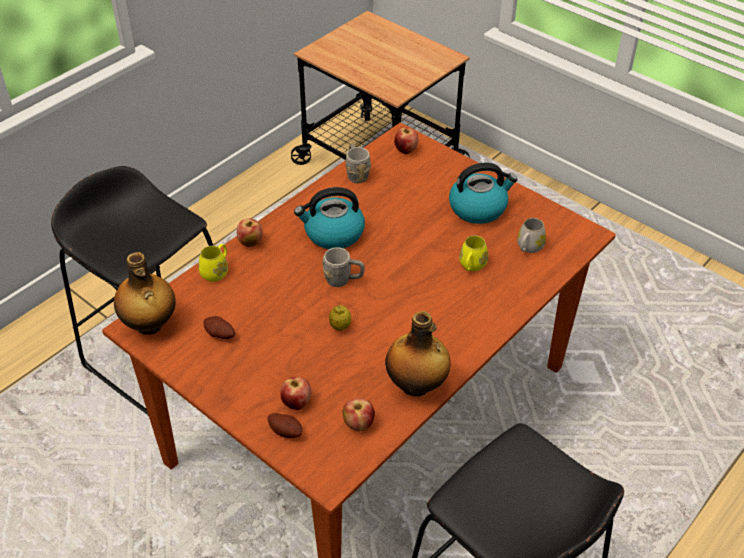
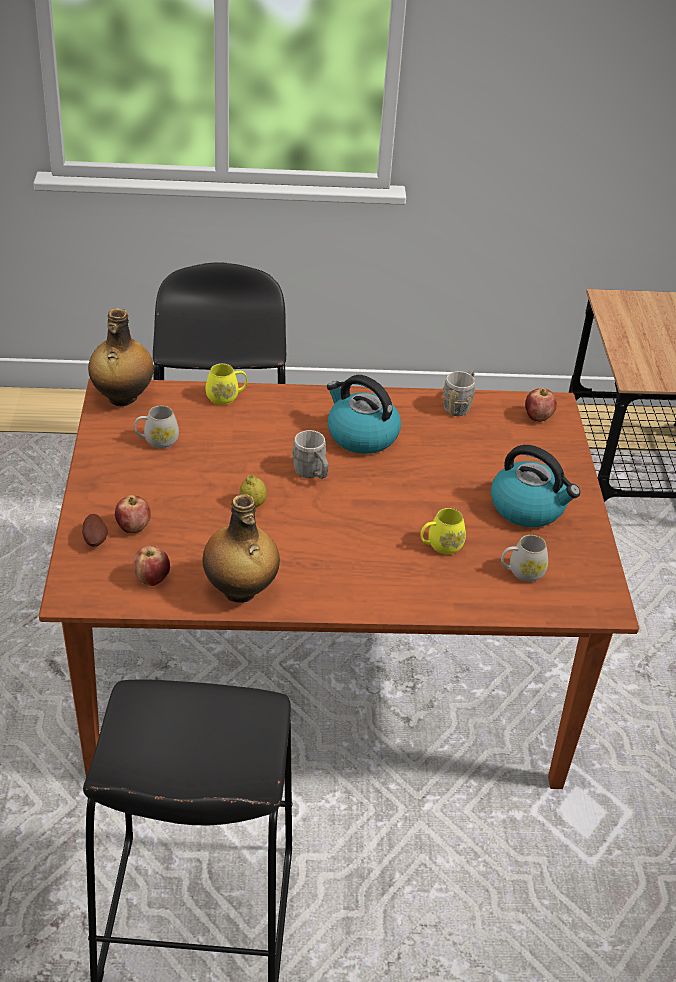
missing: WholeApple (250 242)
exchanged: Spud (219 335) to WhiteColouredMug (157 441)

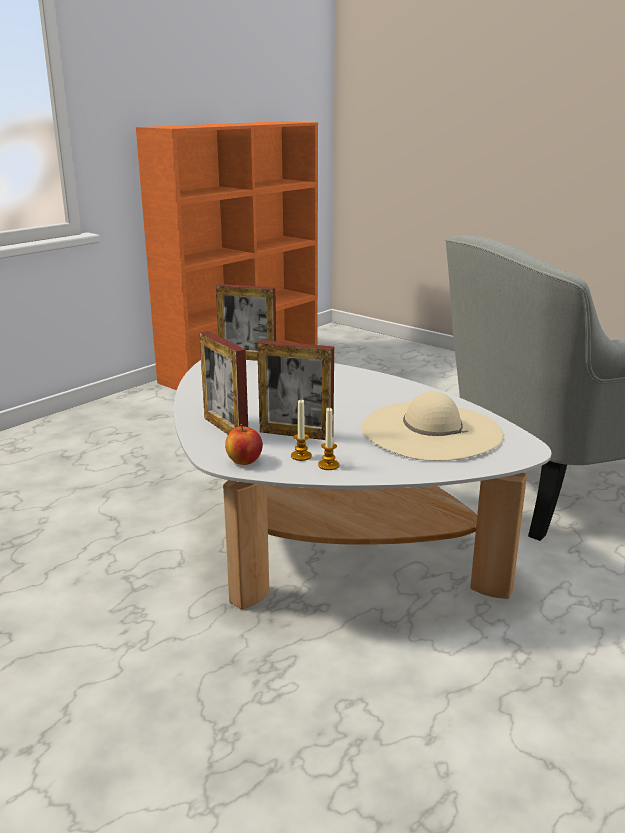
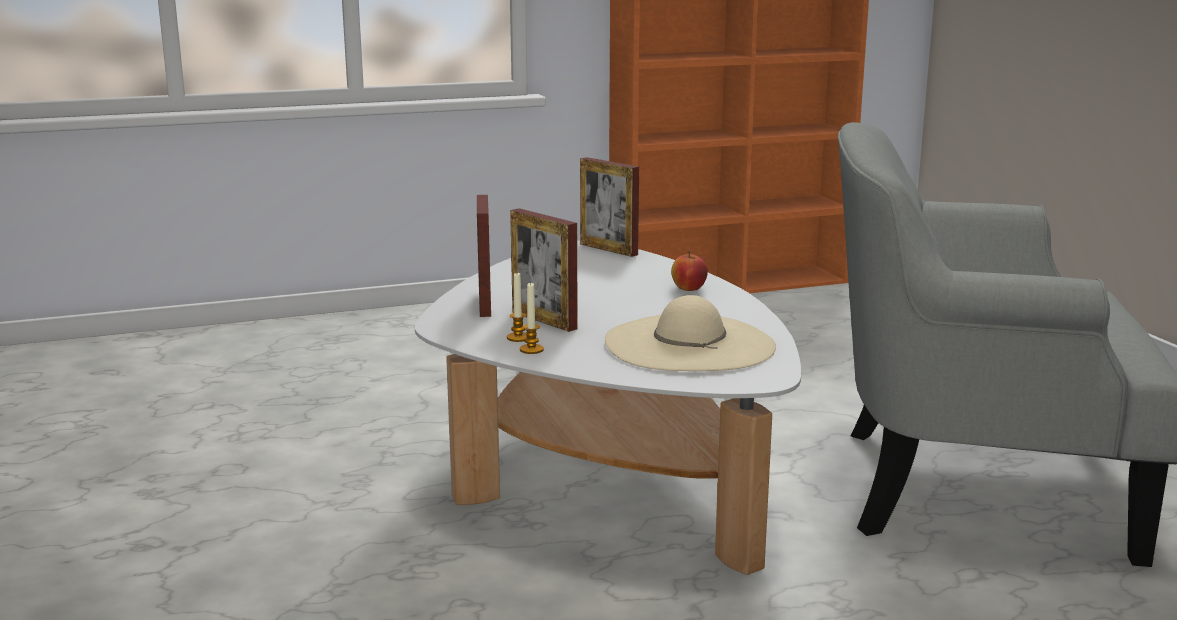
relocated: WholeApple (244 461) to (688 289)

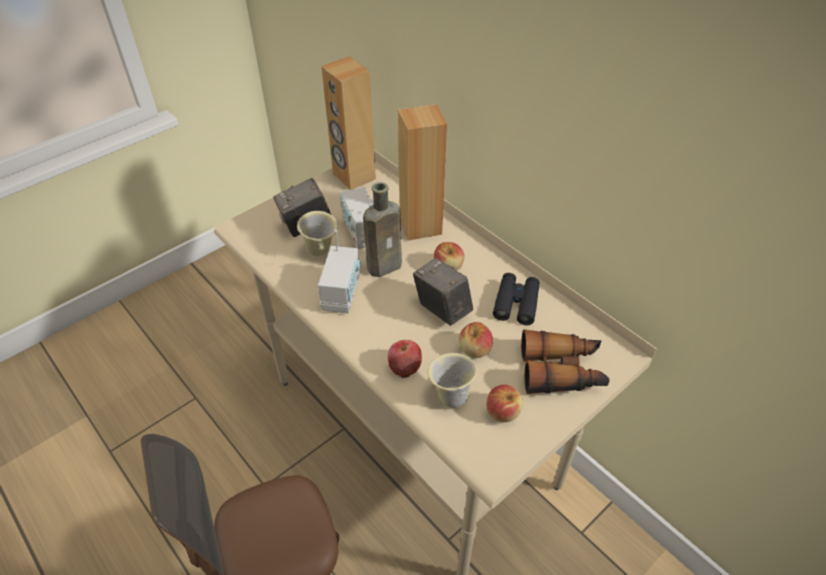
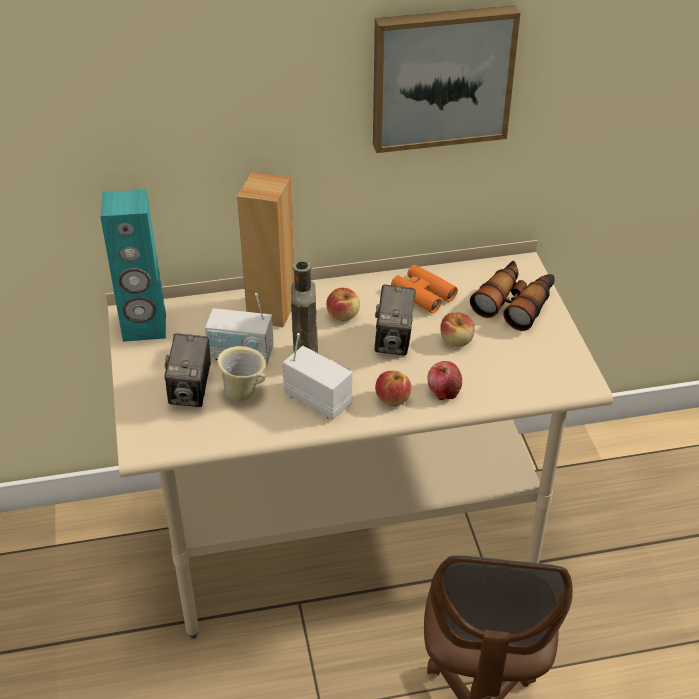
missing: BeigeMug (450 396)
appeared: WallPicture (441 76)
relocated: WholeApple (503 412) to (392 399)
colour: BrownColouredLoudspeaker (353 176) to TurquoiseColouredLoudspeaker (144 327); BlackishPairOfBinoculars (516 303) to OrangeyPairOfBinoculars (423 294)
spun: StillCamera (442 309) = (394 341) 75 degrees counterclockwise

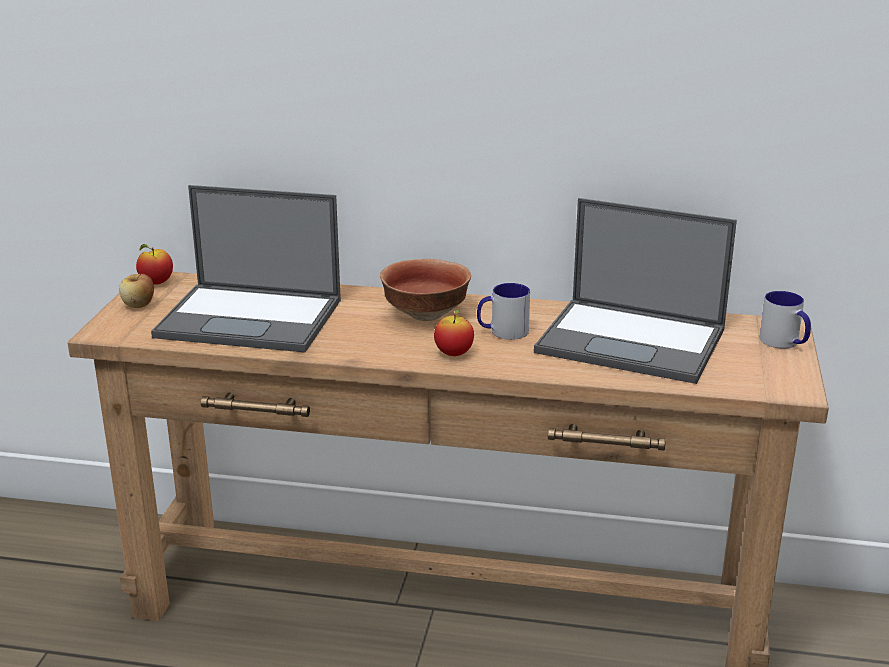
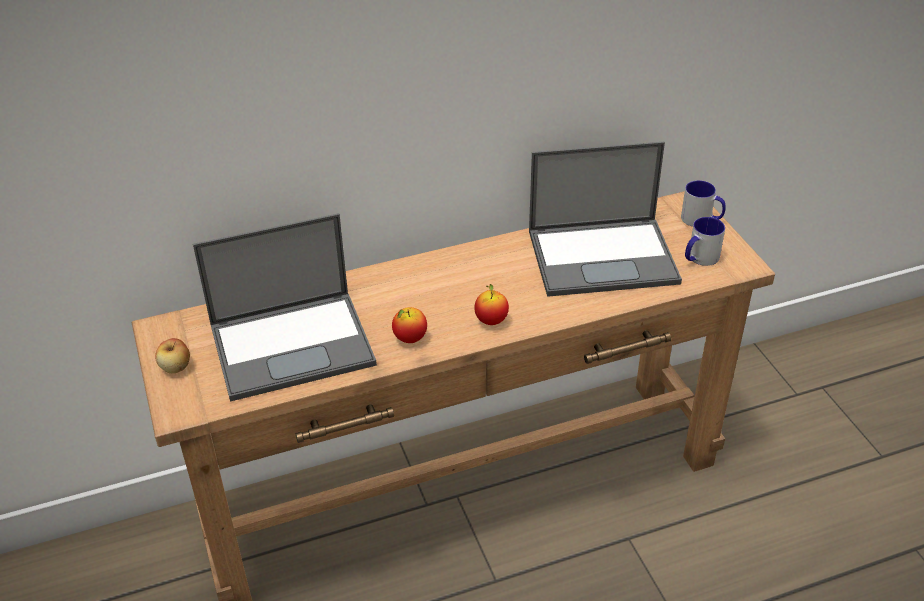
missing: DeepDish (424 314)
relocated: WholeApple (156 283) to (410 338); Mug (502 332) to (699 258)

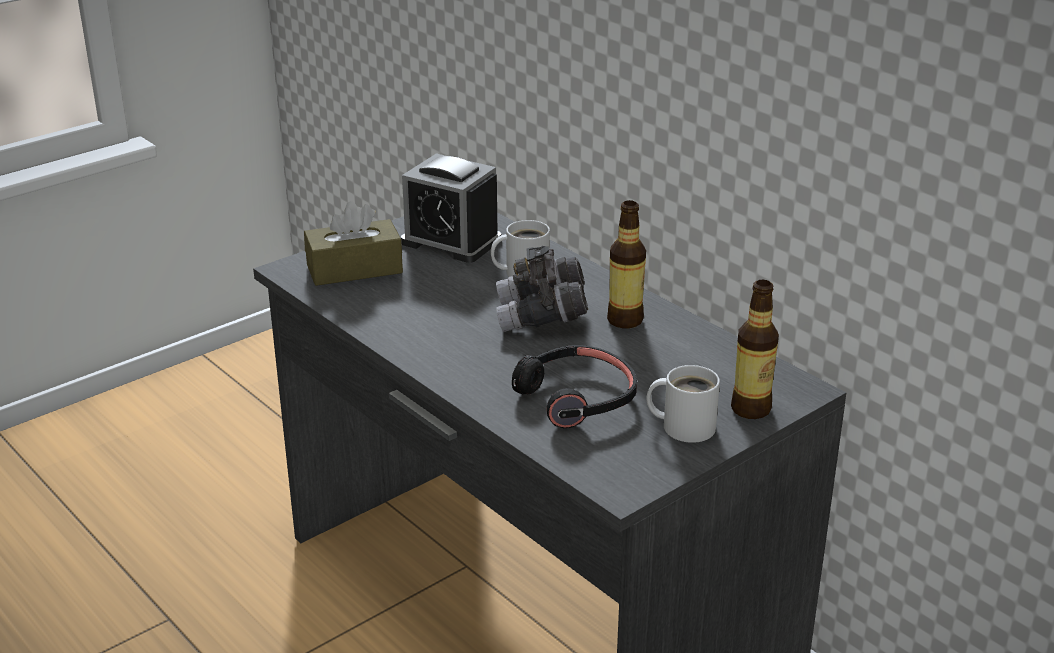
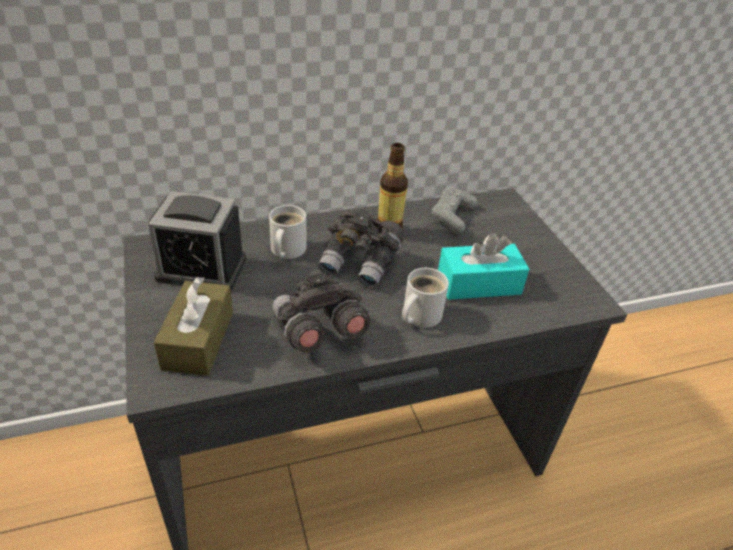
missing: BeverageBottle (751 409)
appeared: GreyPairOfBinoculars (318 332); GreyJoypad (452 216)
relocated: WhiteColouredMug (684 426) to (418 315)
exchanged: BlackishPairOfHeadphones (577 397) to TurquoiseColouredTissueHolder (478 284)
spun: BedsideClock (451 241) = (201 268) 45 degrees clockwise

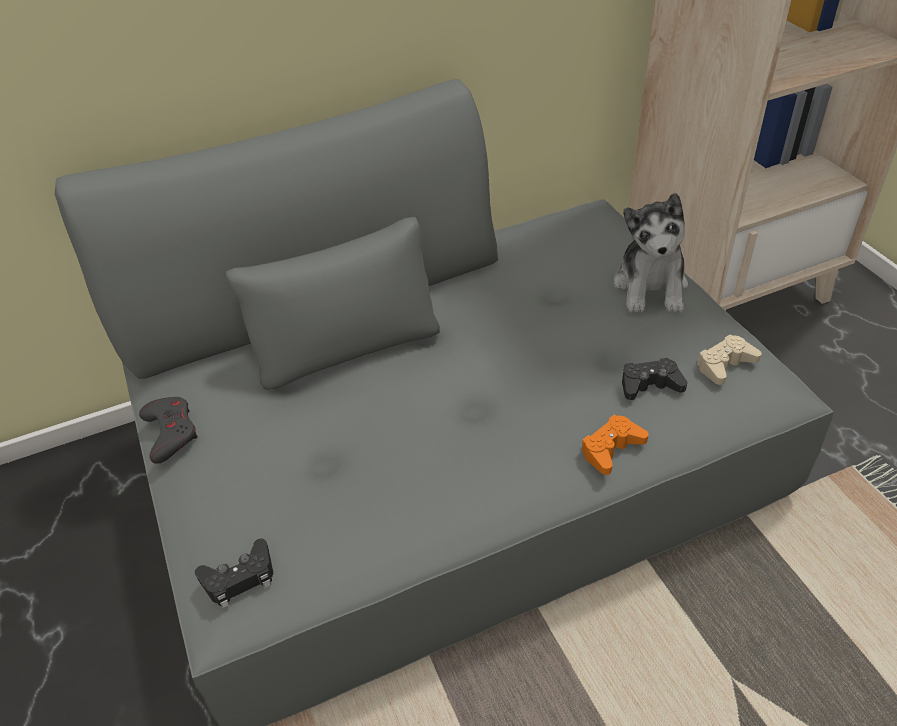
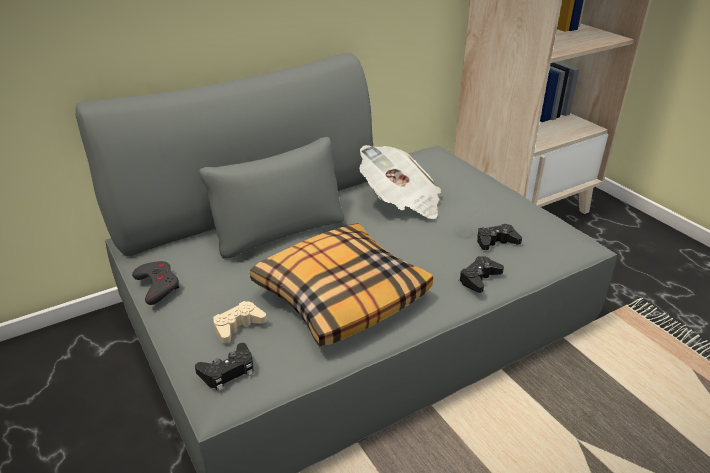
missing: SoftToy (651 286)
appeared: Cushion (340 294); Newspaper (401 201)
relocated: BeigeJoypad (725 365) to (238 326)
colour: OrangeyJoypad (611 449) to BlackishJoypad (479 278)

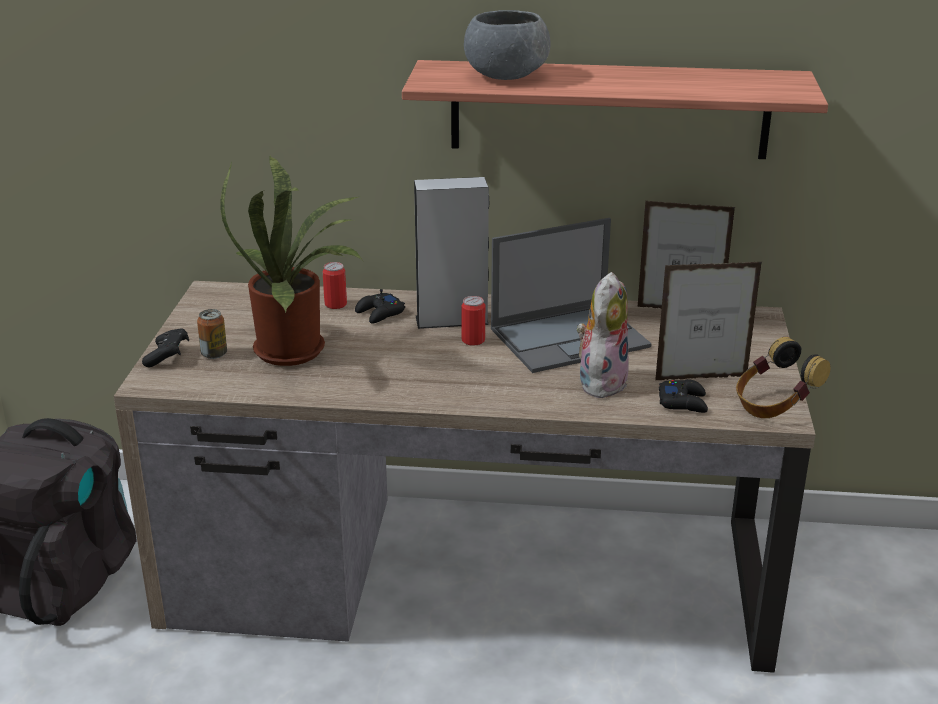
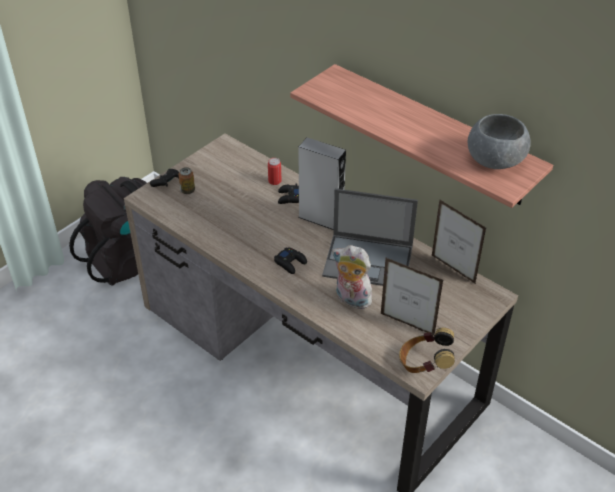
missing: PottedPlant (297 350); Can (473 340)
relocated: BlackishJoypad (683 402) to (290 263); GreyDeepDish (506 76) to (495 160)
spun: SoftToy (600 381) = (351 299) 120 degrees counterclockwise

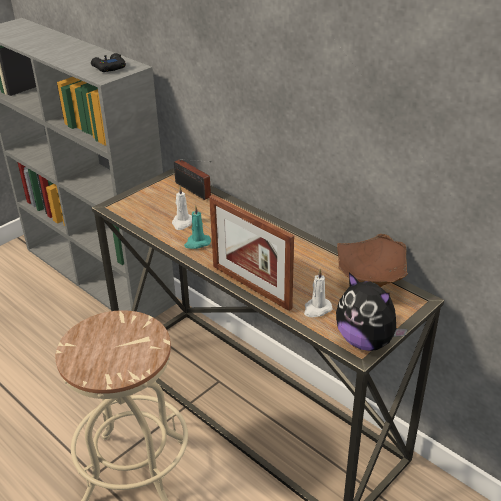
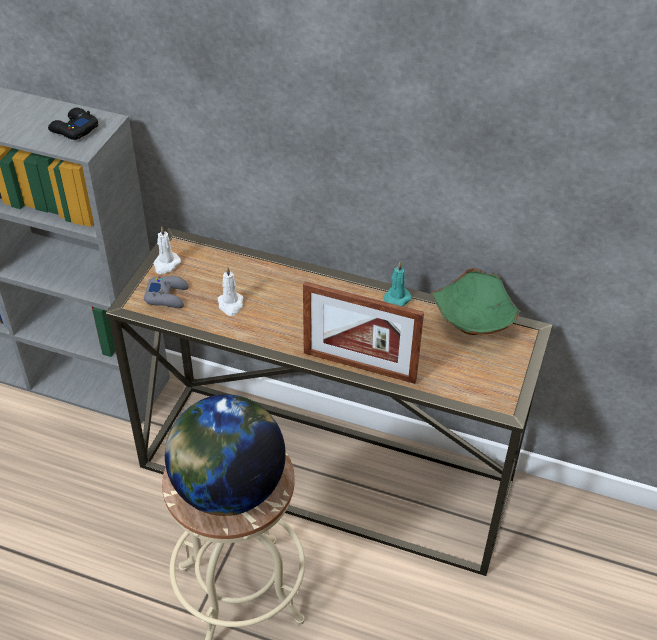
missing: RadioSet (194 191); SoftToy (366 341)
appeared: GreyJoypad (167 296); Globe (228 489)
relocated: WhiteColouredWaxCandle (317 309) to (166 264); TurquoiseColouredWaxCandle (197 243) to (396 300)
colour: BrownColouredDeepDish (372 281) to GreenDeepDish (475 323)

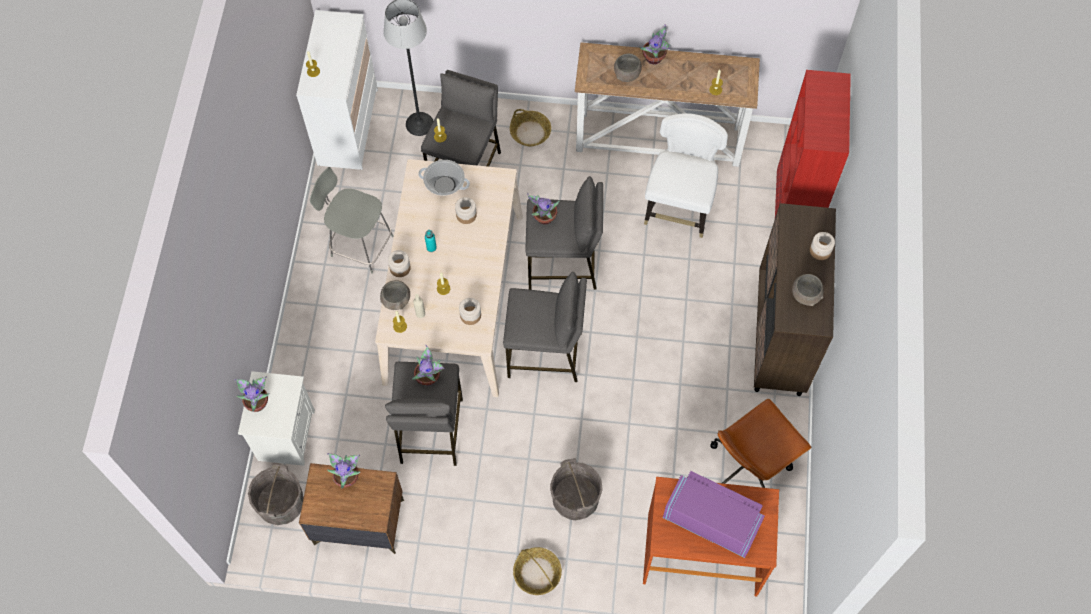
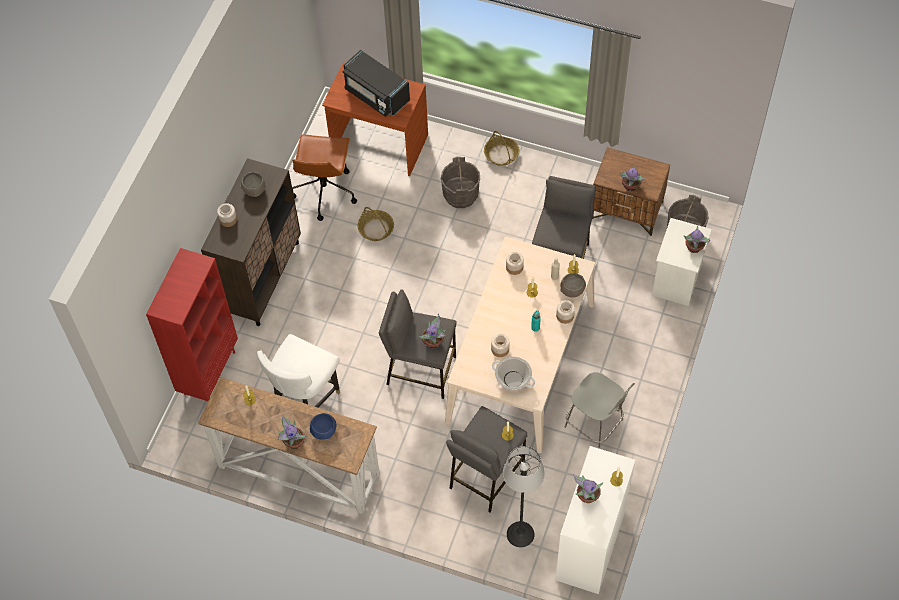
missing: GreyStoolSeat (545 354)
relocated: Basket (530 133) to (376 229); PottedPlant (429 377) to (586 496)
colour: GreyDeepDish (626 74) to BlueColouredDeepDish (324 431); PurpleColouredKitchenMicrowave (711 521) to BlackishKitchenMicrowave (376 94)
spun: BrownColouredDeskChair (748 468) = (324 191) 120 degrees clockwise

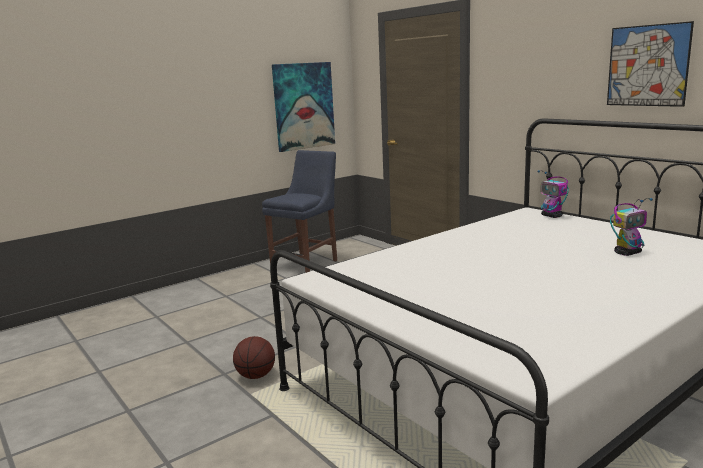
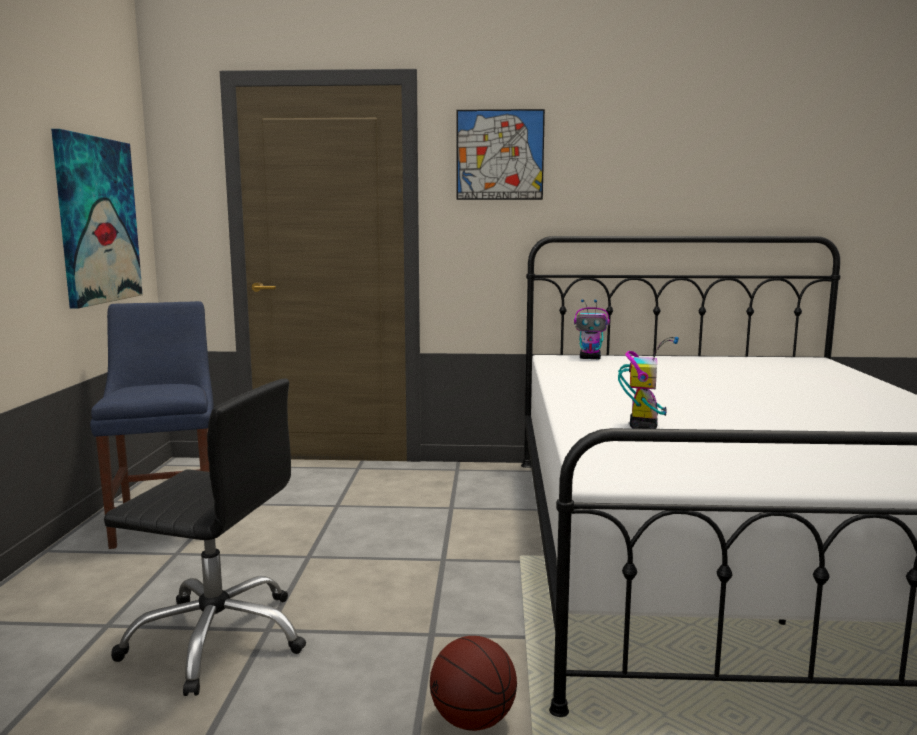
appeared: BlackishDeskChair (217 638)
relocated: WallPicture (647 66) to (499 155); ToyRobot (628 253) to (643 426)

